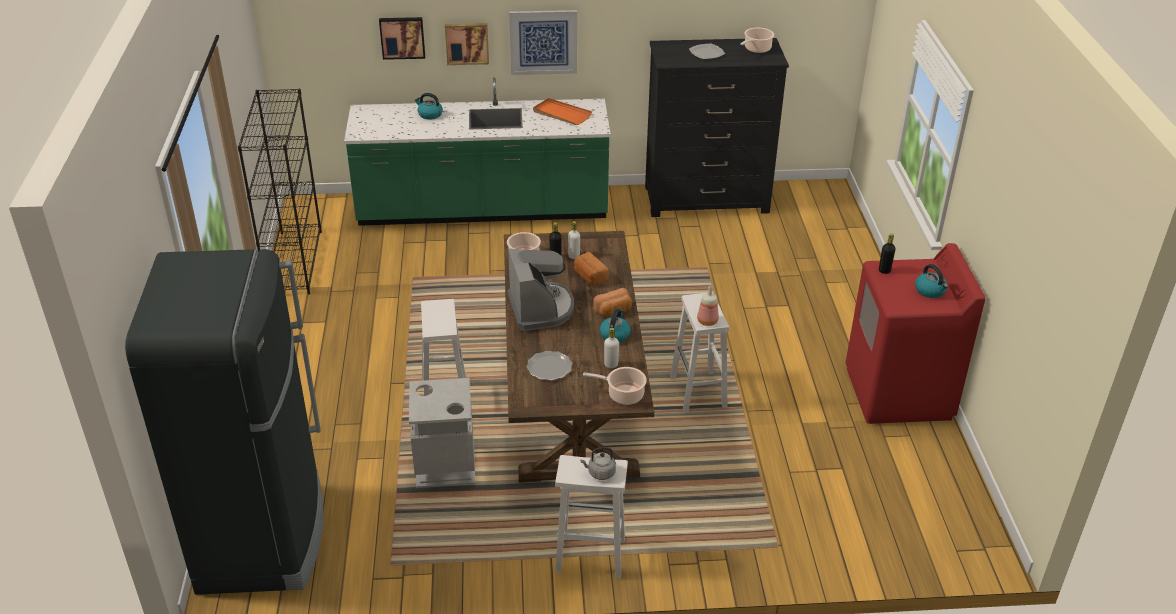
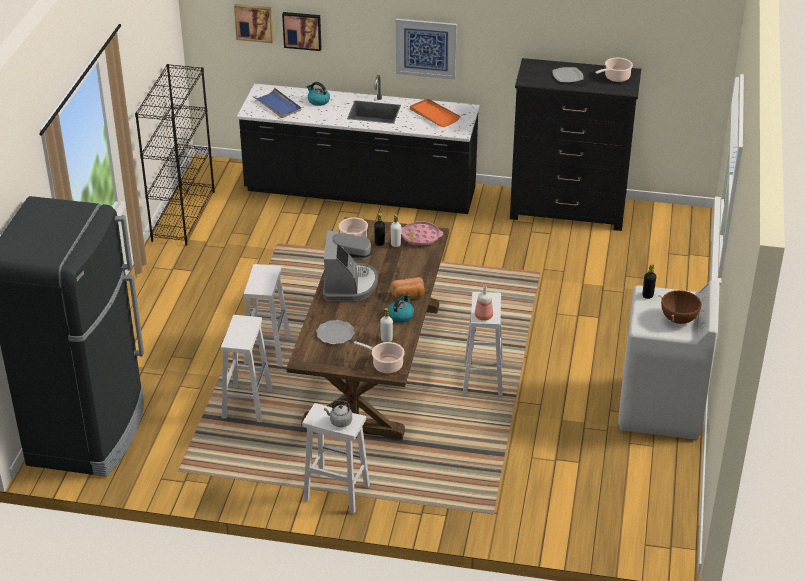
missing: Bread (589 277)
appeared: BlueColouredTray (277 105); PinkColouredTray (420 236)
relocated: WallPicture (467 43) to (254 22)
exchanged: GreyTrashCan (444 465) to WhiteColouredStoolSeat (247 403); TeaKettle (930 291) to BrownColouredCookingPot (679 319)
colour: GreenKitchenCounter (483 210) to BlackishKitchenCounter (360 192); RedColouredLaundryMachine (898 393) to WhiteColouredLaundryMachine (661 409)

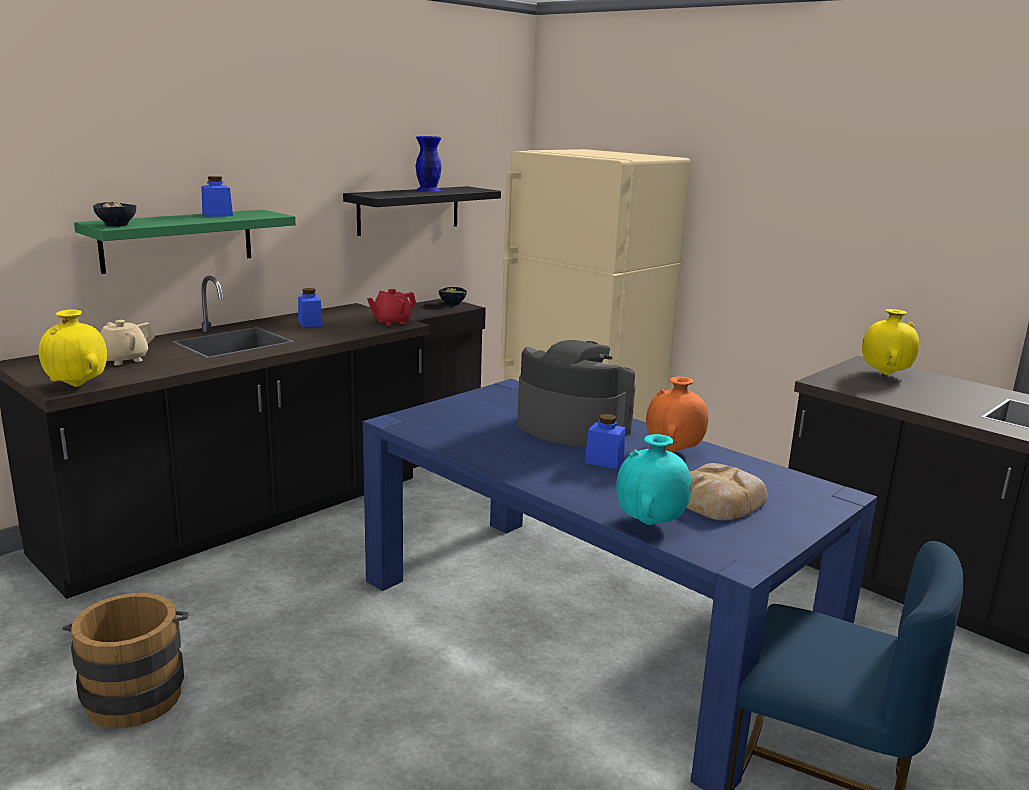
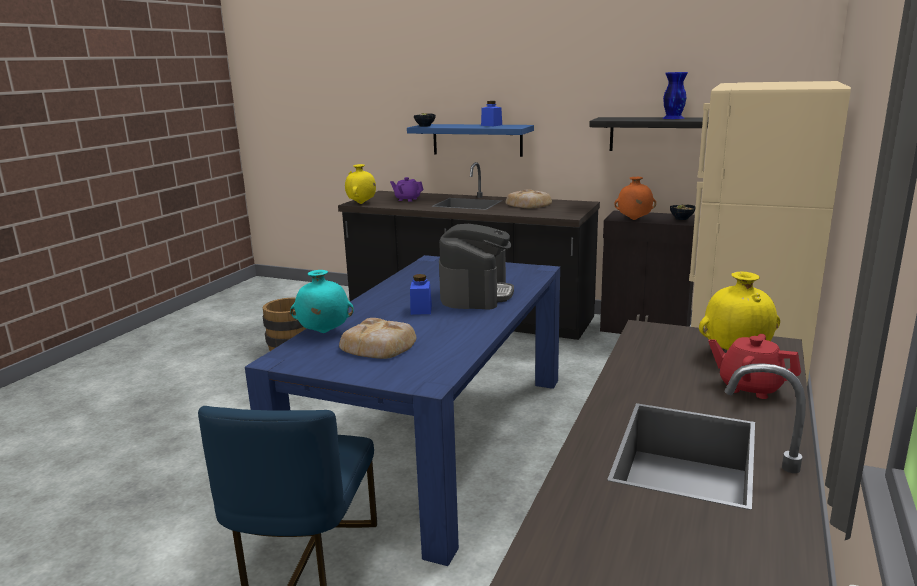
relocated: OrangeyFlowerVase (673 451) to (634 219); RedColouredTeapot (391 322) to (749 387)
exchanged: BlueColouredJar (310 323) to Bread (529 204)
colour: BeigeTeapot (123 360) to PurpleColouredTeapot (407 199); GreenBracketShelf (178 240) to BlueColouredBracketShelf (477 140)

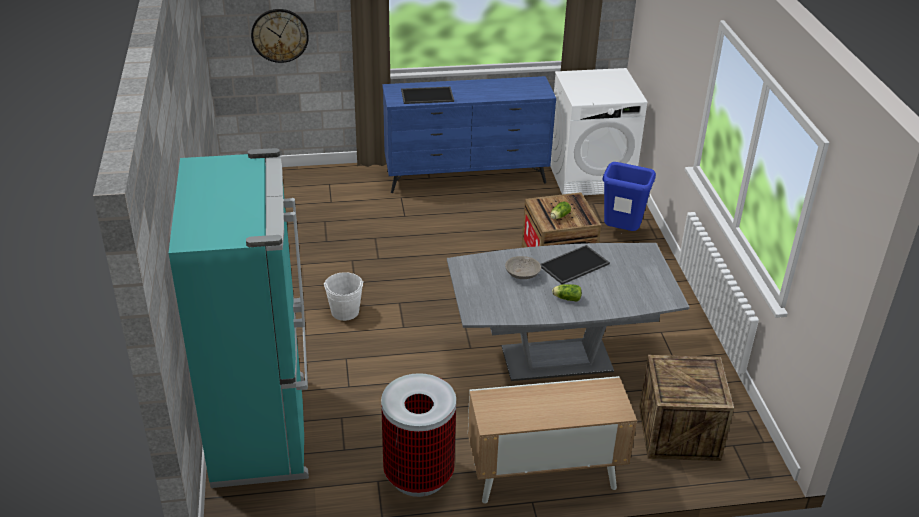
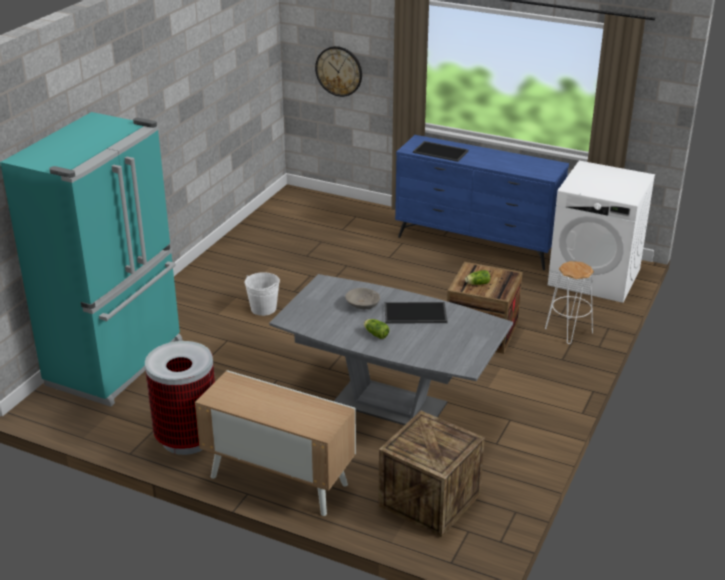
exchanged: BlueColouredTrashCan (621 233) to WhiteColouredStoolSeat (569 331)

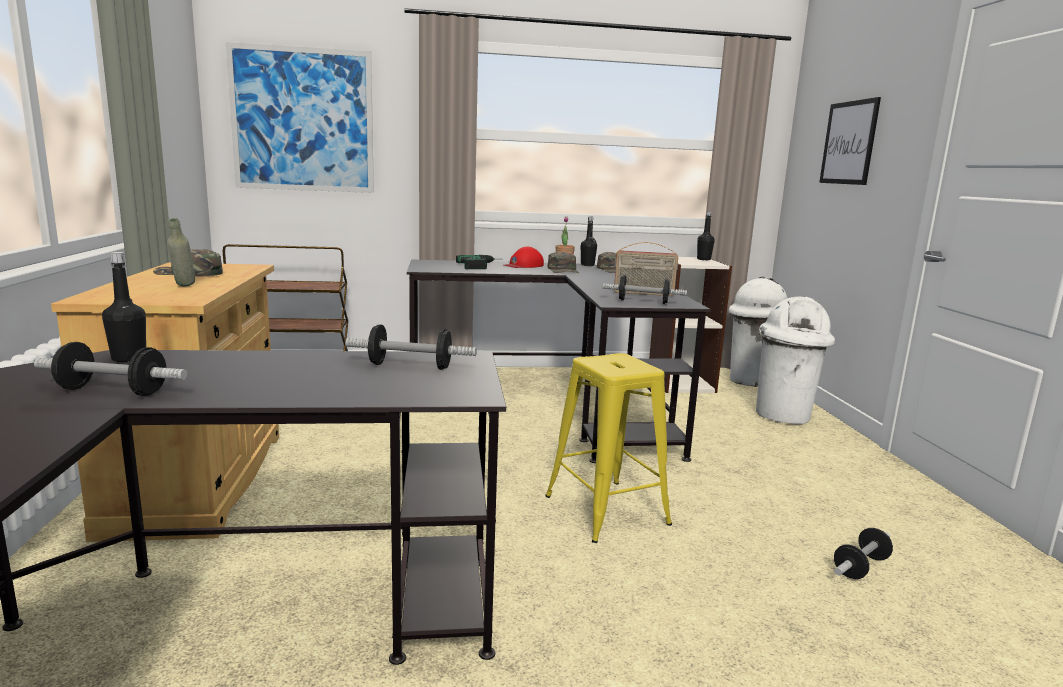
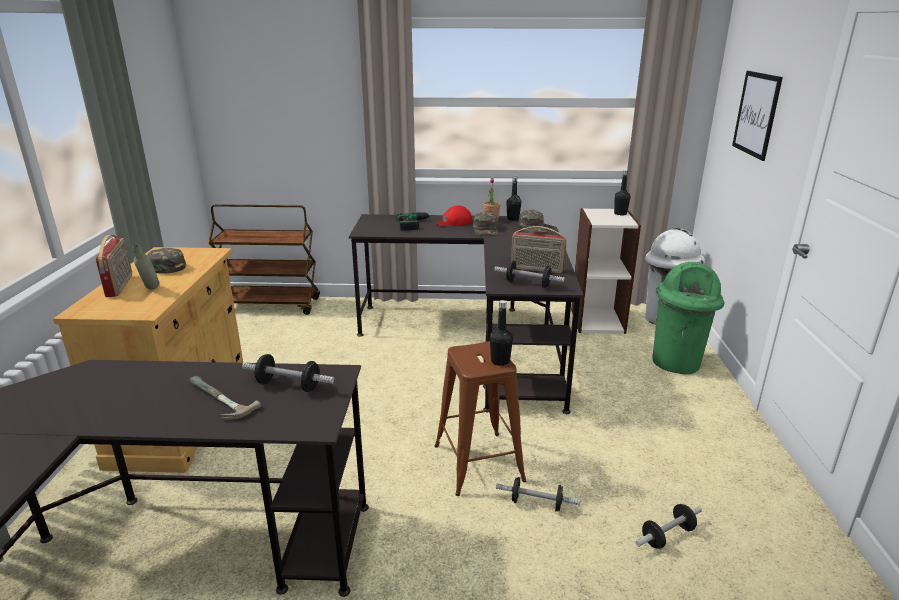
missing: WallPicture (302 120)
appeared: RadioSet (120 285); ToolHammer (215 401)
relocated: BlackishBeverageBottle (129 358) to (500 361); FreeWeight (113 391) to (536 503)
colour: YellowStoolSeat (606 510) to BrownColouredStoolSeat (478 463); WhiteColouredTrashCan (784 415) to GreenTrashCan (677 363)

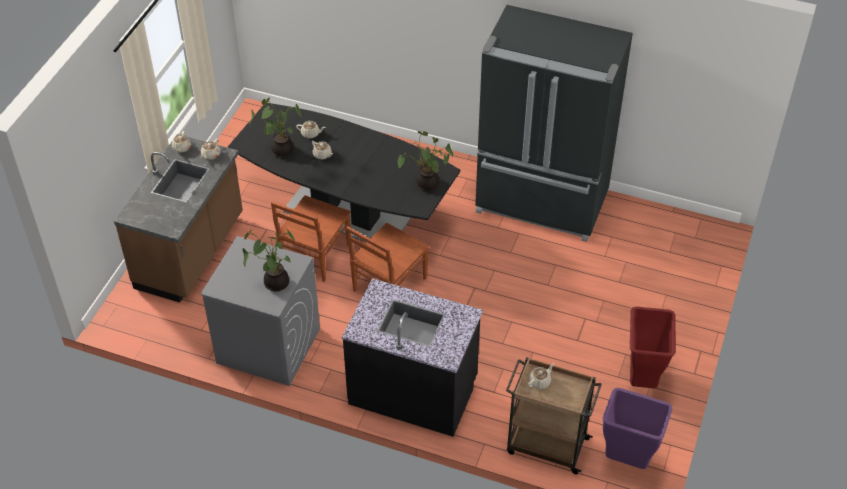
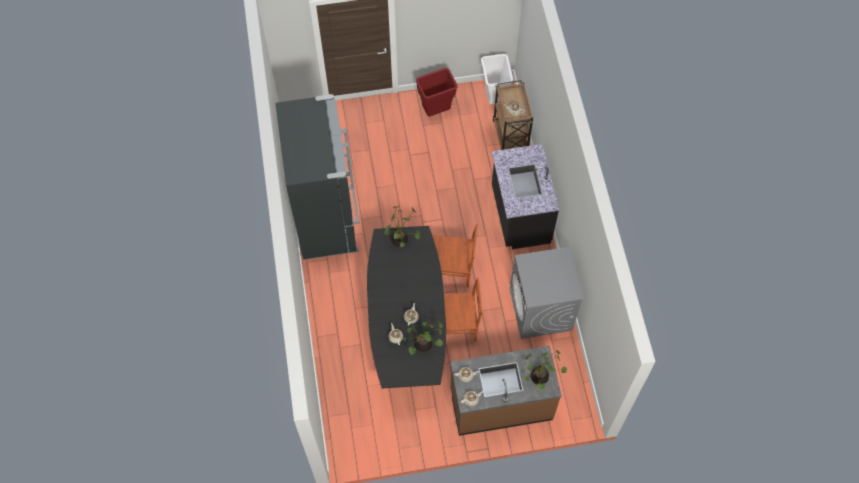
relocated: PottedPlant (274 282) to (539 378)
colour: PurpleColouredTrashCan (626 460) to WhiteColouredTrashCan (494 98)

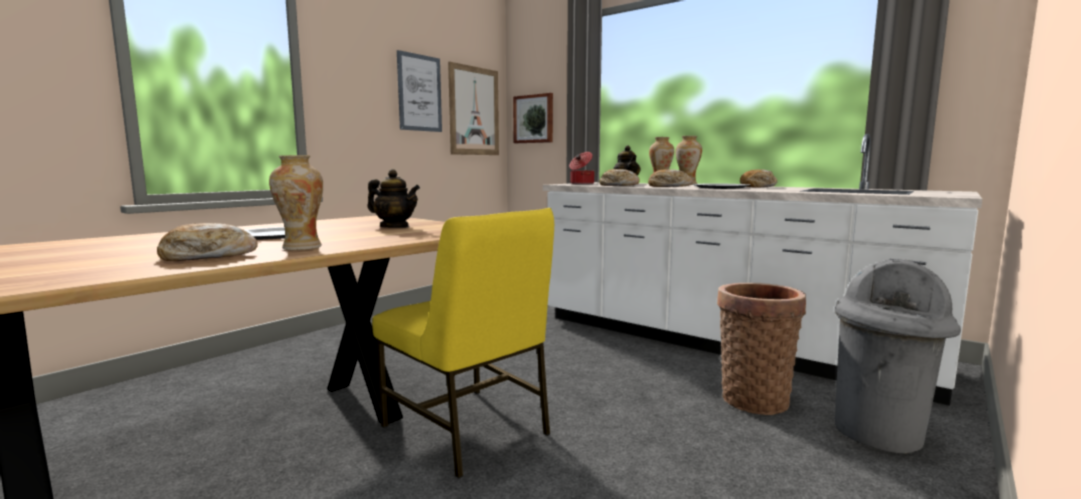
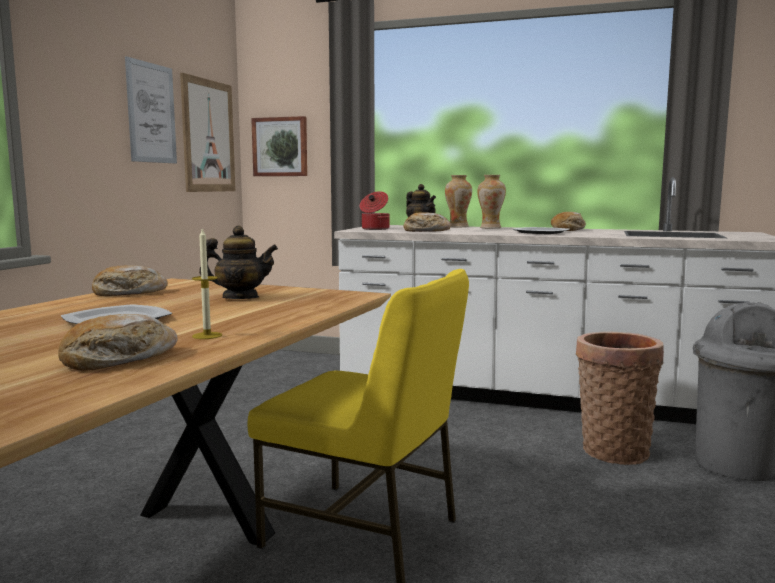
relocated: Bread (669 186) to (129 293)
exchanged: FlowerVase (302 247) to WaxCandle (207 335)

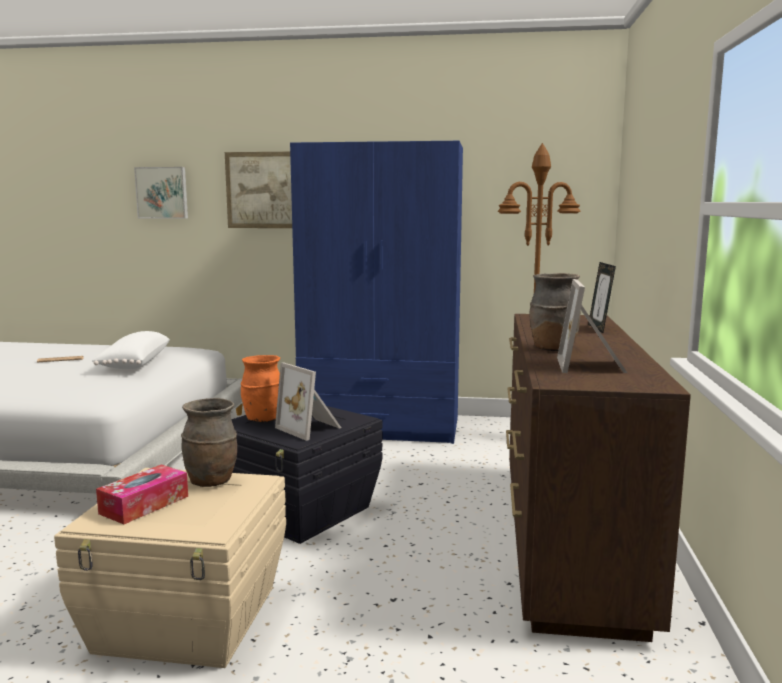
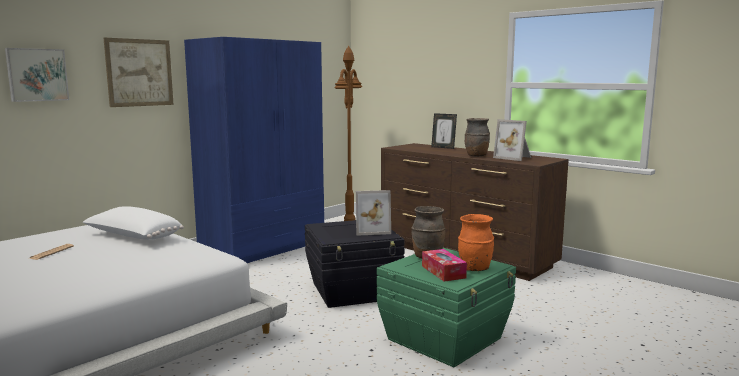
relocated: OrangeyFlowerVase (262 419) to (474 269)
colour: BeigeStorageBin (188 620) to GreenStorageBin (445 338)

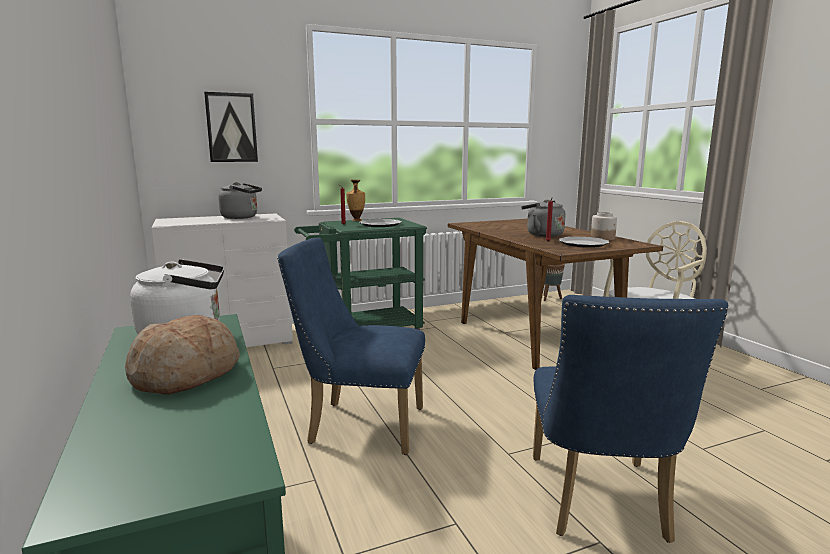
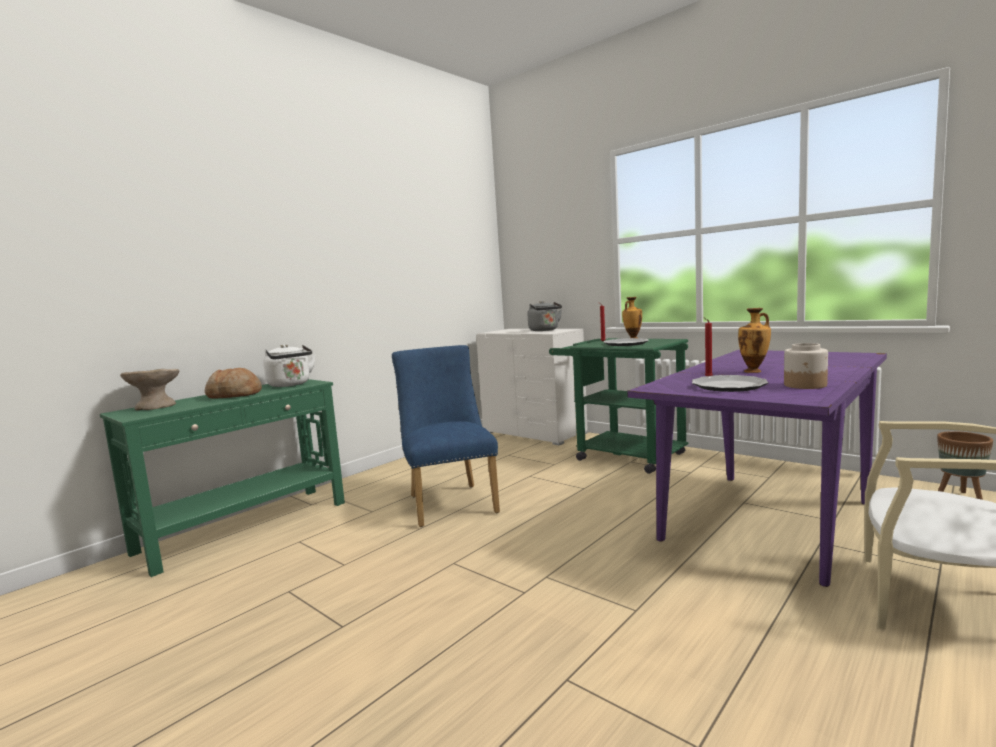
missing: WallPicture (231 127); BlueColouredChair (599 504)
appeared: BeigeDeepDish (155 407)
exchanged: GreyTeaKettle (542 234) to FlowerVase (754 371)
colour: BrownColouredKitchenTable (534 336) to PurpleColouredKitchenTable (768 519)

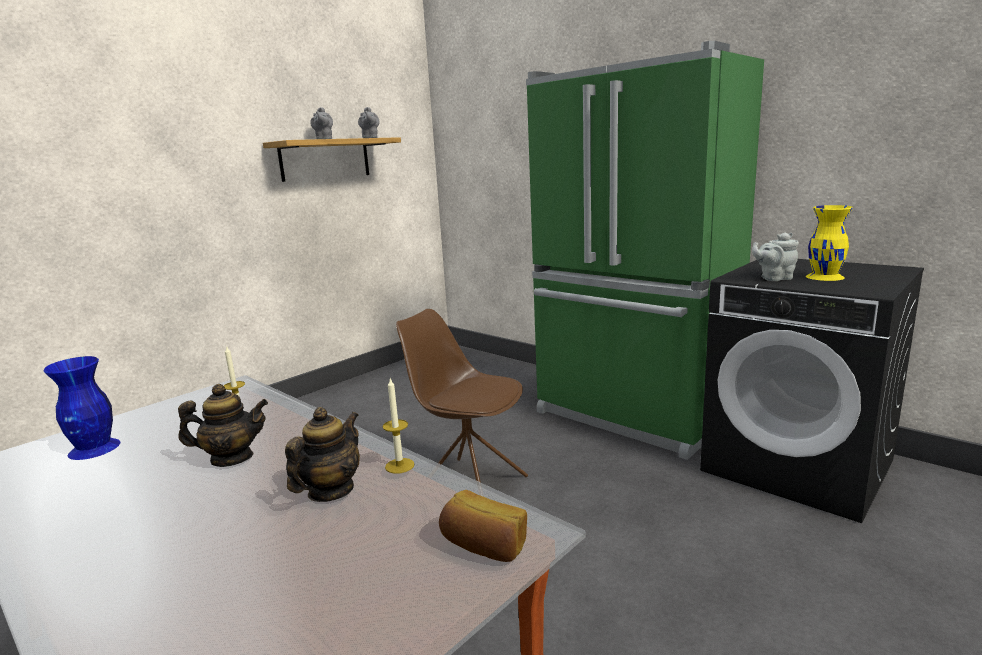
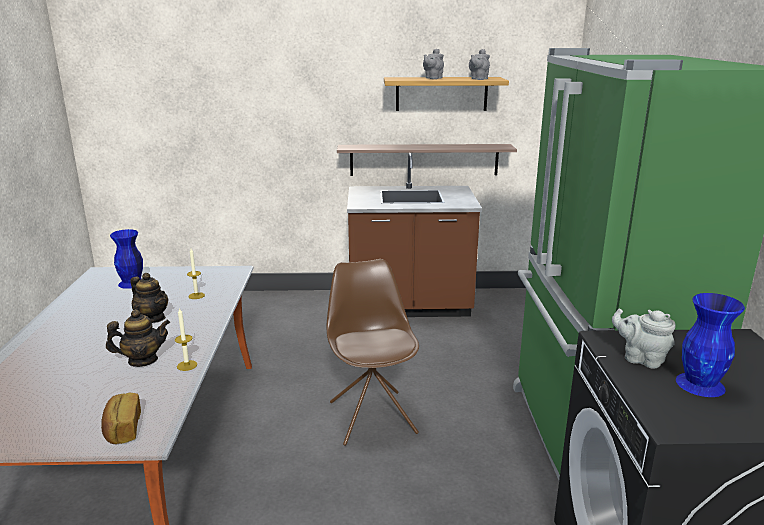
appeared: BracketShelf (424 159); BrownColouredKitchenCounter (409 306)
colour: YellowFlowerVase (825 277) to BlueColouredFlowerVase (701 384)

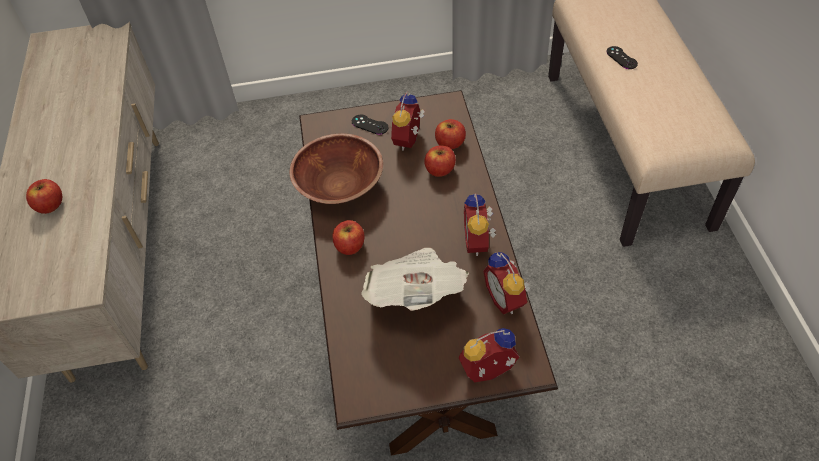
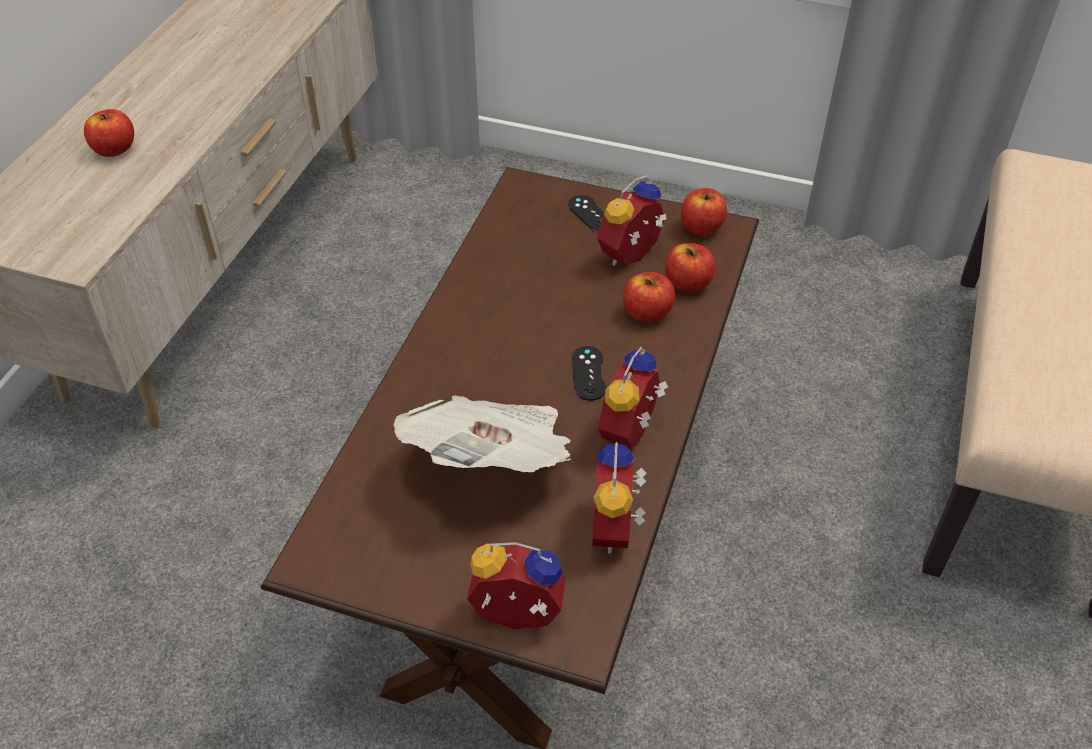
missing: BrownColouredDeepDish (340 186)
relocated: BlackishJoypad (621 58) to (588 373); WholeApple (349 246) to (701 227)

